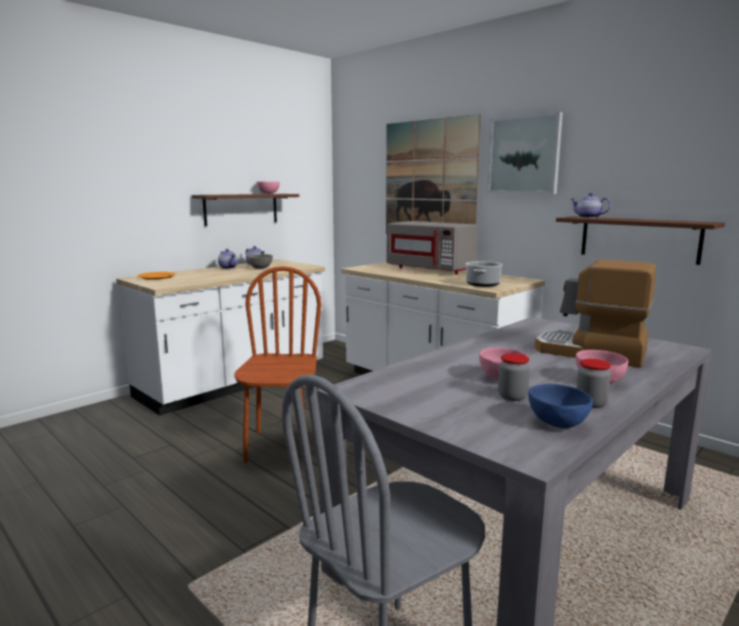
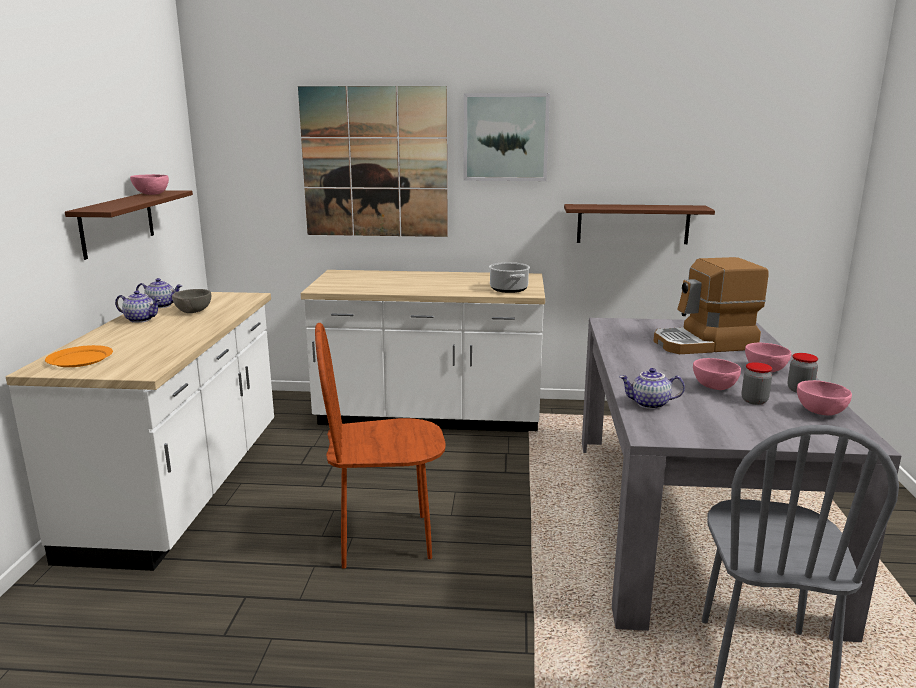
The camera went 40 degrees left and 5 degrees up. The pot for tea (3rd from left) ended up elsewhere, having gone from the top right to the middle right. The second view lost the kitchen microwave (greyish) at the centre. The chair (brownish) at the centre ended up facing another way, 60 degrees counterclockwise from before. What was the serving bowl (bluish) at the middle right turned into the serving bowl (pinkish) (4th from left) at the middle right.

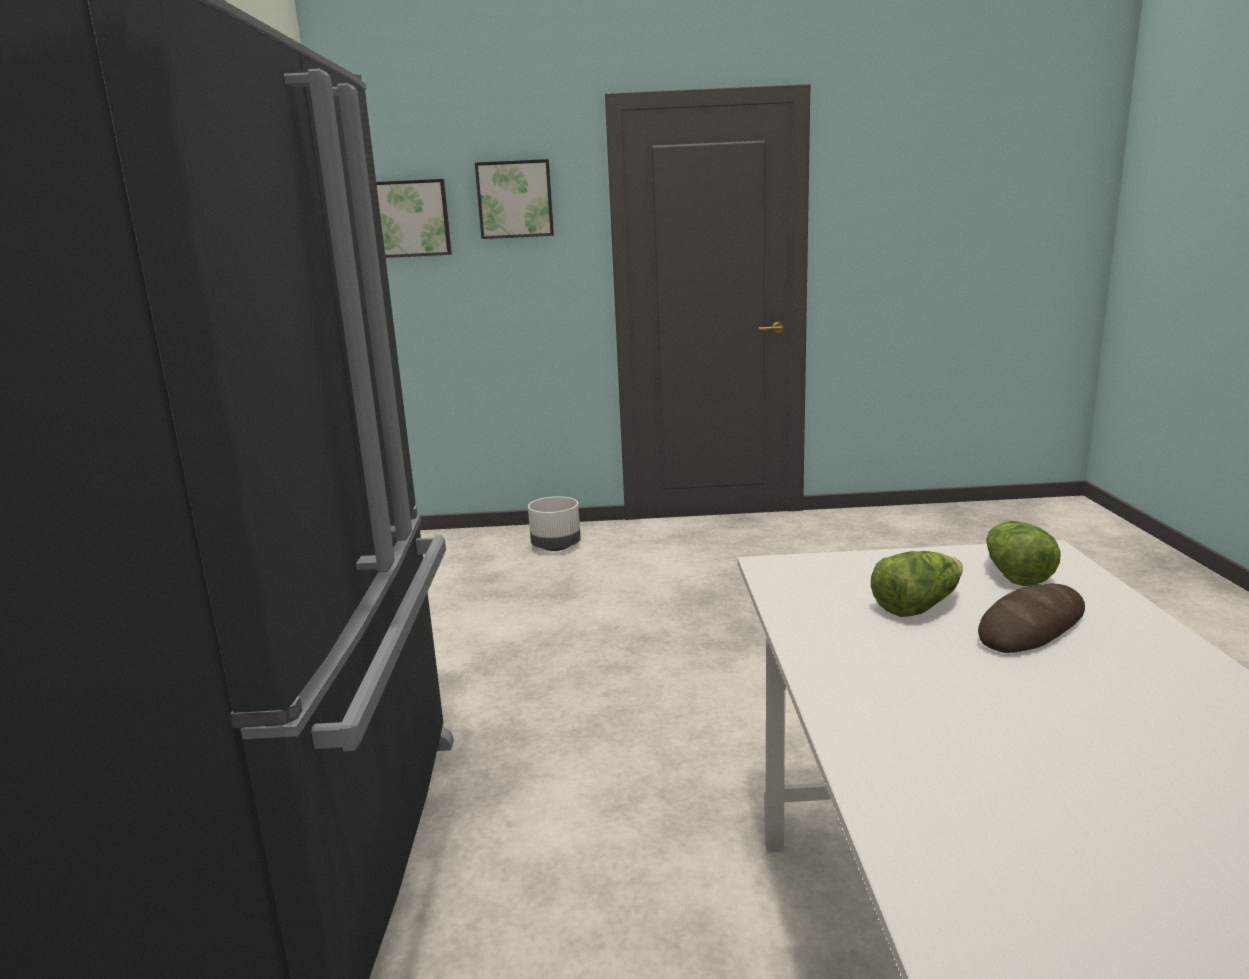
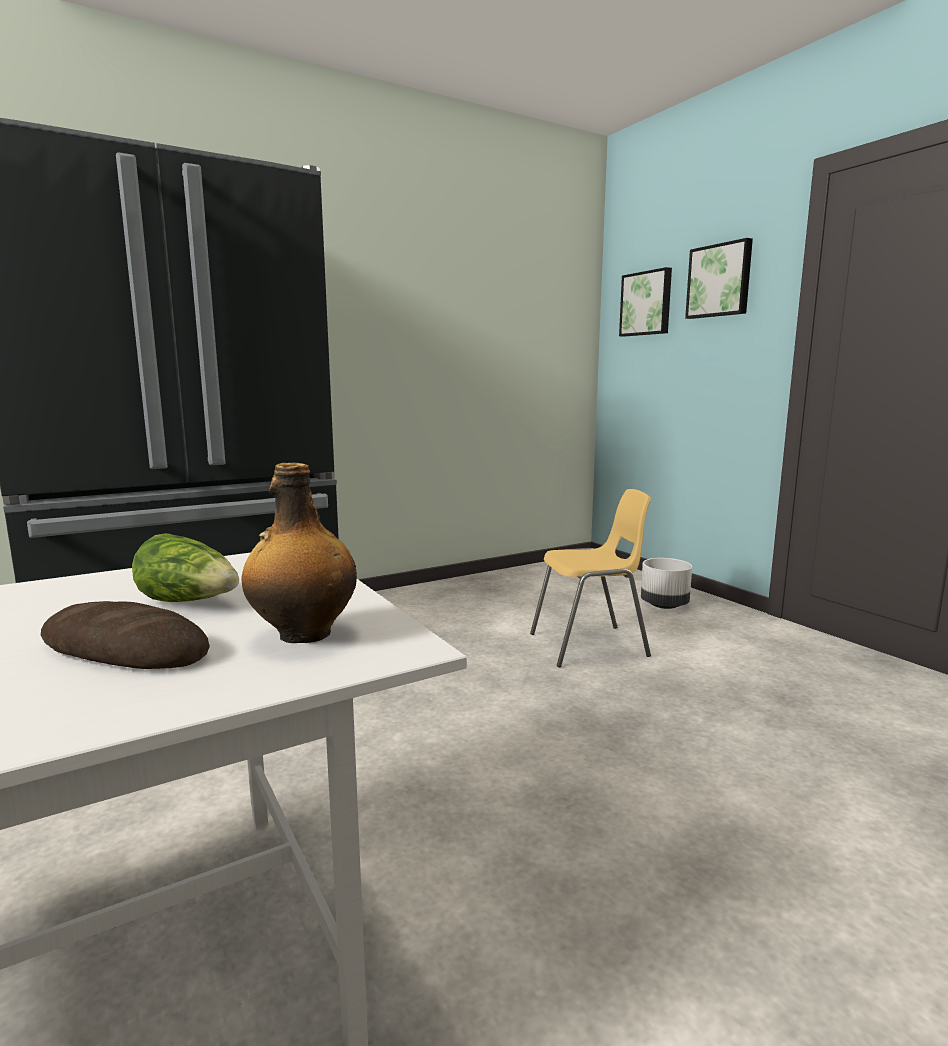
The camera went 60 degrees right and 5 degrees down. Where the lettuce (2nd from left) stood at the middle right, the bottle came to stand at the middle left. The second view gained the chair (yellow-coloured) at the centre.

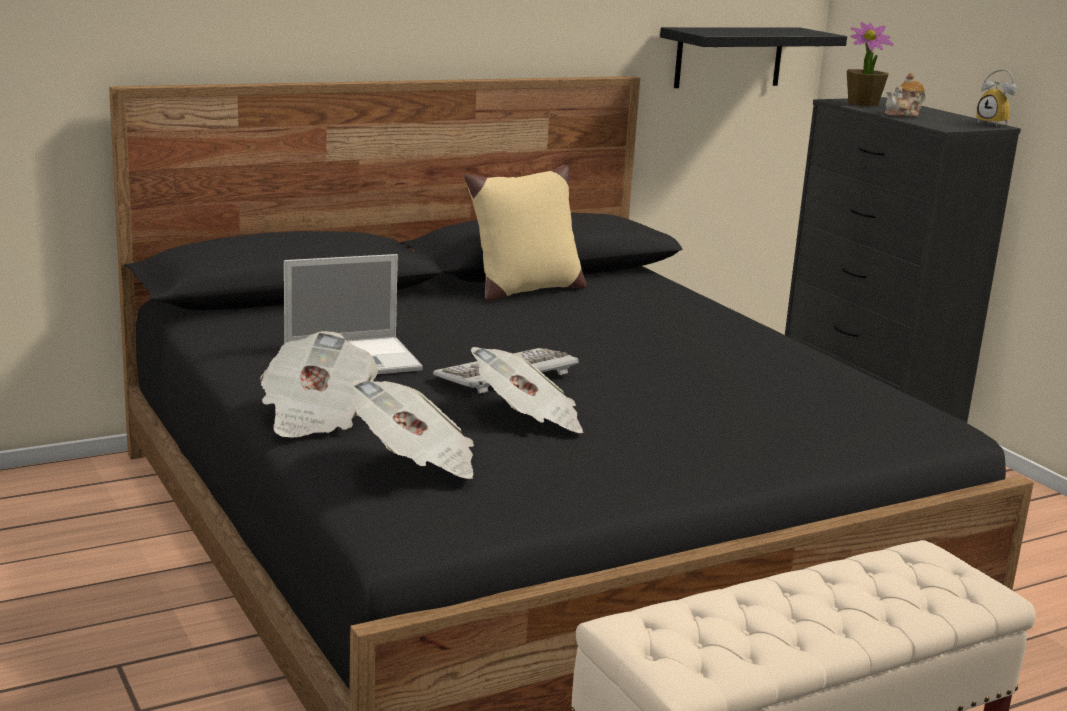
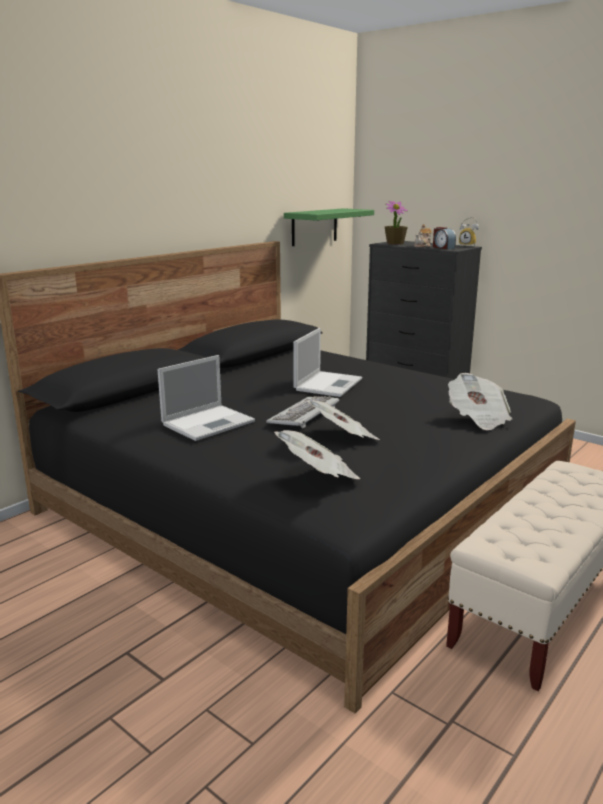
The camera went 20 degrees left and 0 degrees up. What was the shelf (black-coloured) at the top right turned into the shelf (greenish) at the top centre. The second view lost the pillow (sand-coloured) at the top centre. The printed paper (1st from left in the first image) ended up elsewhere, having gone from the middle left to the middle right. The second view gained the bedside clock (1st from left) at the top right. The second view gained the portable computer (2nd from left) at the centre.

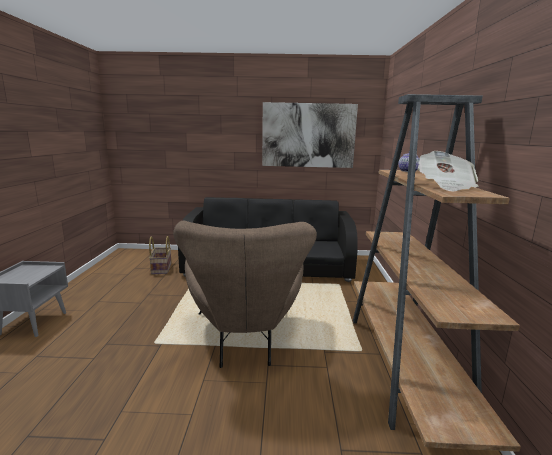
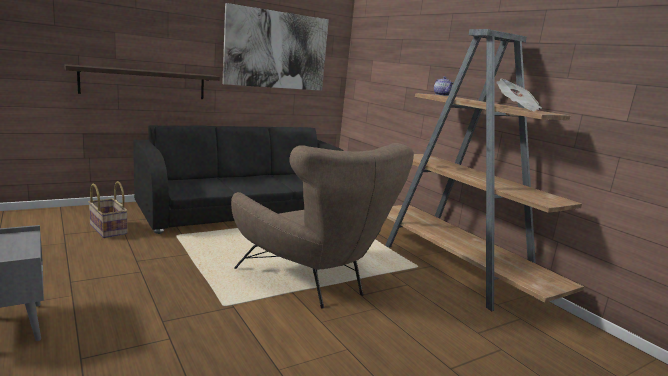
The camera went 35 degrees left and 0 degrees up. The second view gained the shelf at the top left.

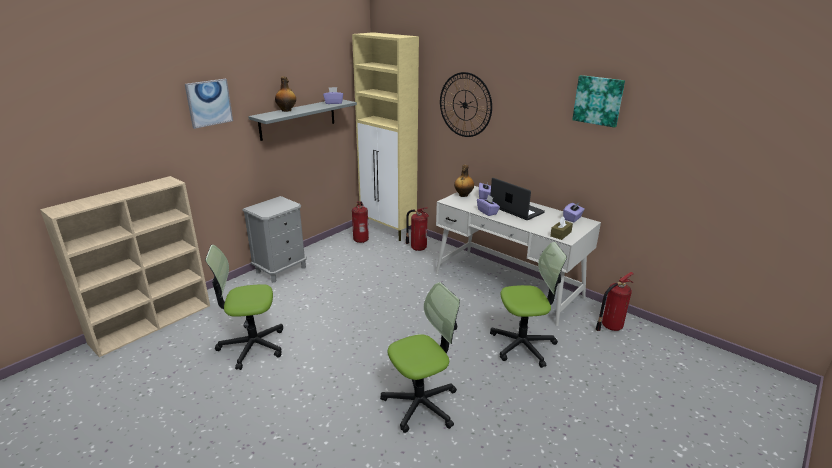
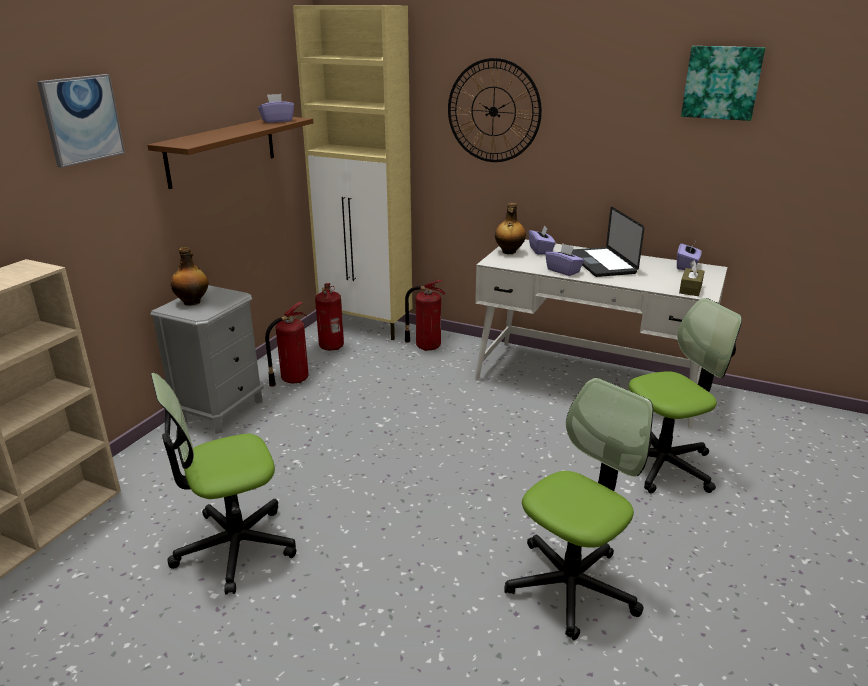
The camera went 15 degrees left and 0 degrees up. The bottle (1st from left) ended up elsewhere, having gone from the top centre to the middle left. What was the shelf (greyish) at the top centre turned into the shelf (brownish) at the top left. The portable computer at the centre ended up facing another way, 135 degrees counterclockwise from before. The extinguisher (3rd from left in the first image) ended up elsewhere, having gone from the middle right to the middle left.

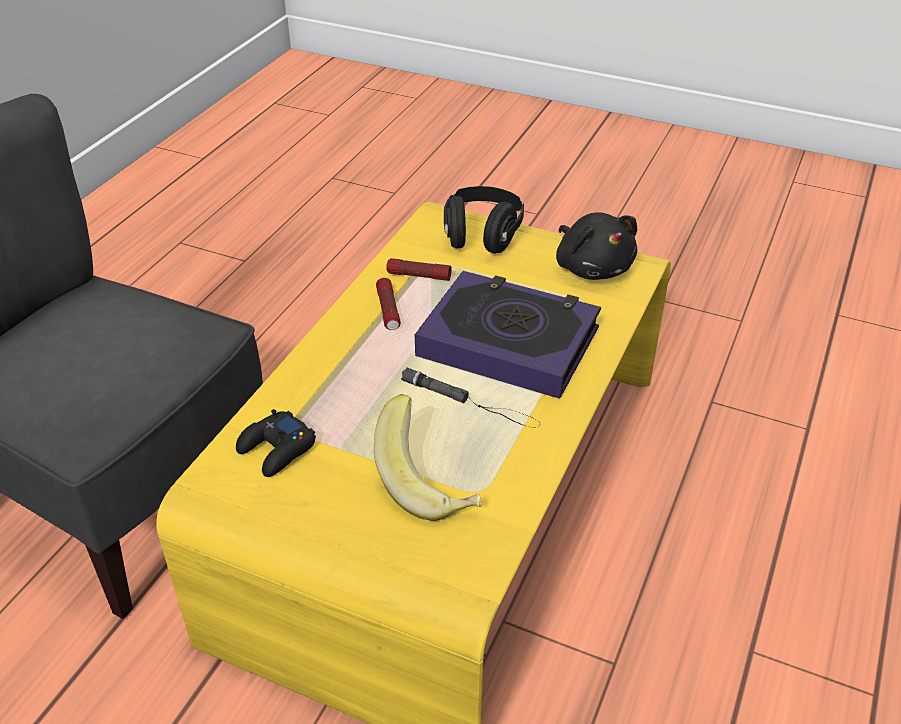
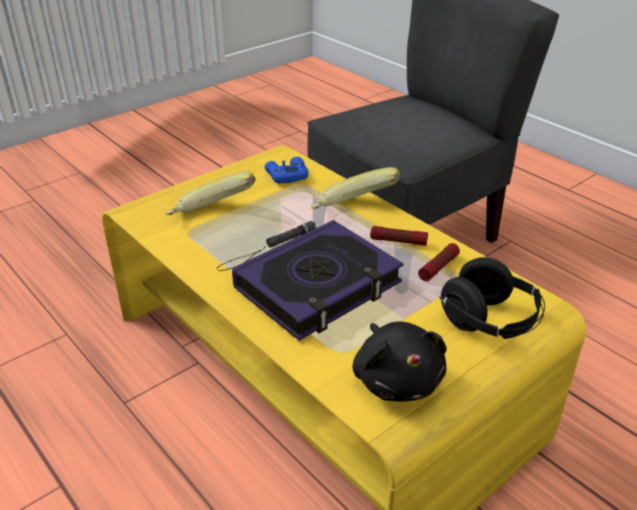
The camera went 115 degrees right and 5 degrees down. The soft toy (black-coloured) at the centre ended up facing another way, 105 degrees counterclockwise from before. What was the joypad (black-coloured) at the middle left turned into the joypad (bluish) at the centre. The second view gained the banana fruit (2nd from left) at the centre.

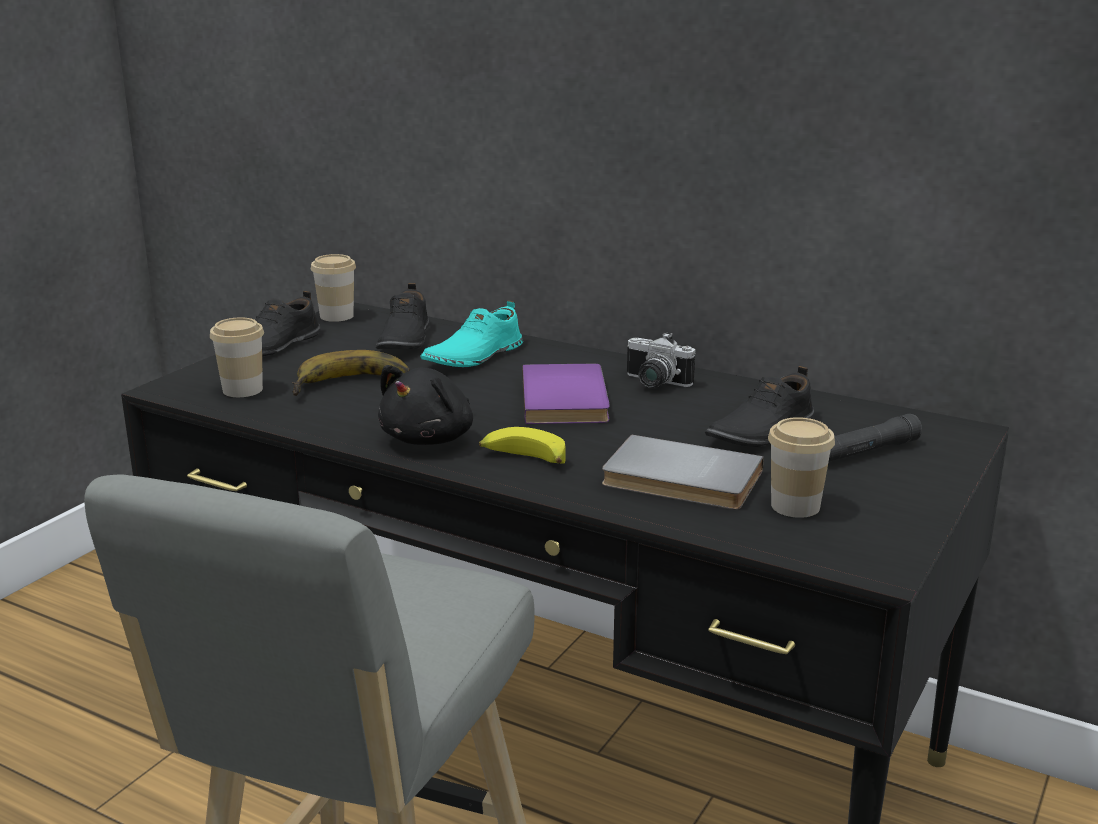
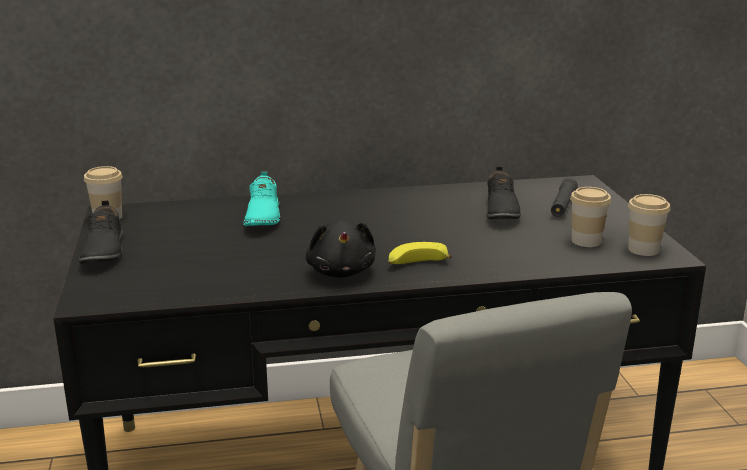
The camera went 40 degrees left and 0 degrees up. The second view lost the shoe (black-coloured) (2nd from left) at the centre. The small cup (1st from left in the first image) ended up elsewhere, having gone from the middle left to the middle right. The second view lost the still camera at the centre. The second view lost the banana fruit (1st from left) at the middle left. The second view lost the volume (purple-coloured) at the centre. The second view lost the volume (greyish) at the centre.

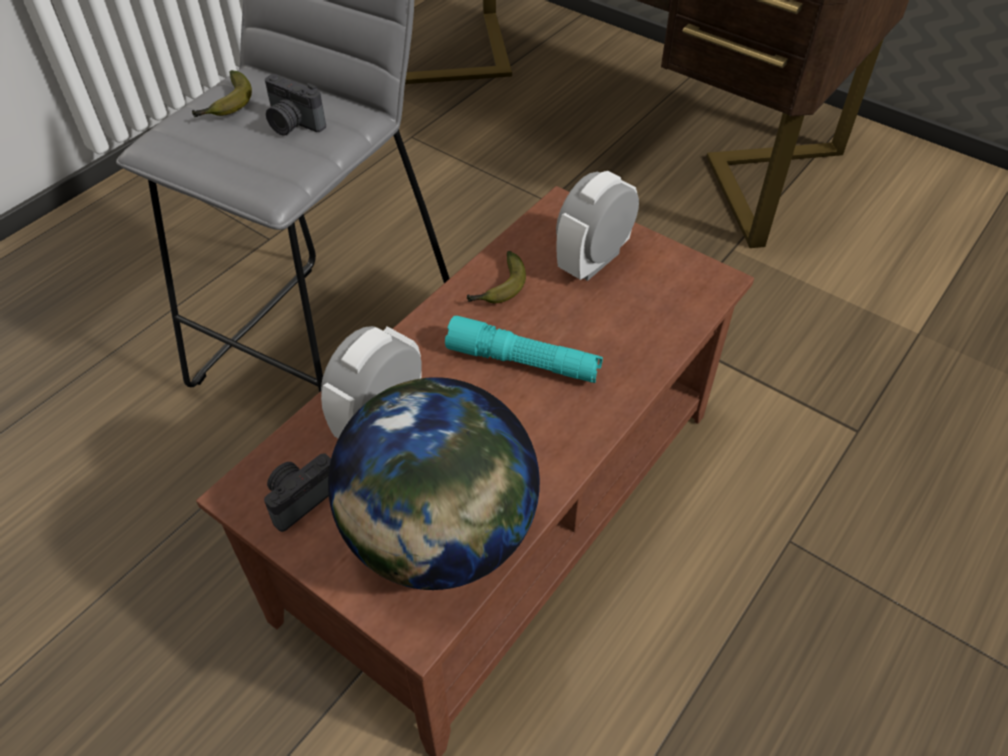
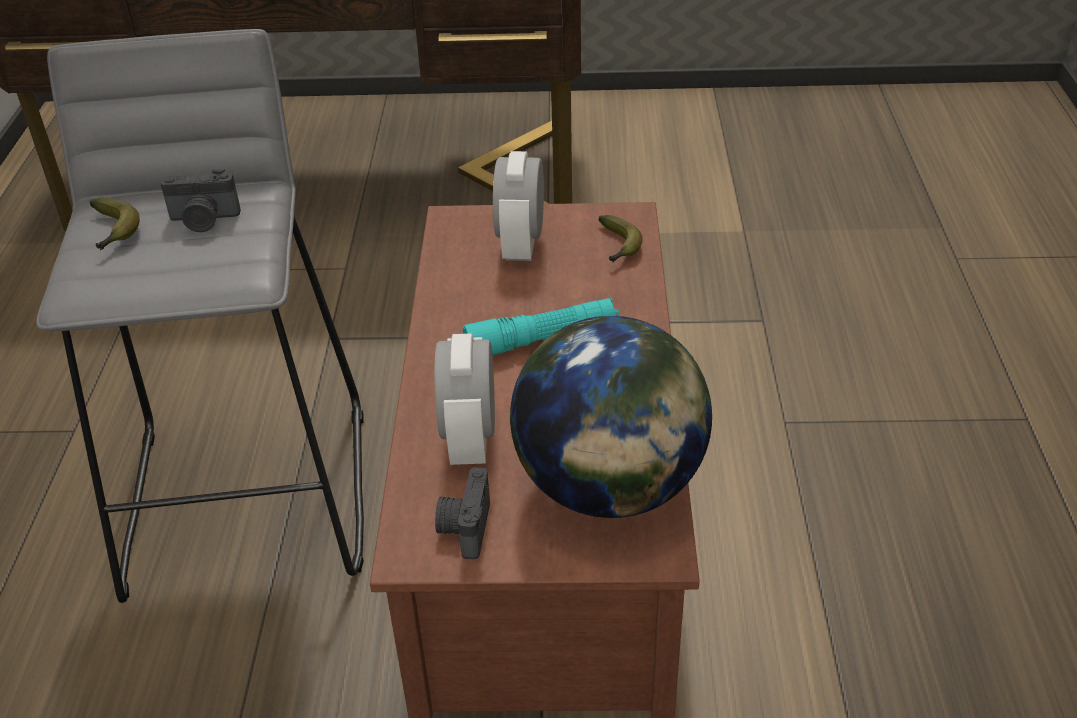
The camera went 35 degrees left and 10 degrees down. The banana fruit (2nd from left) ended up elsewhere, having gone from the centre to the top centre.

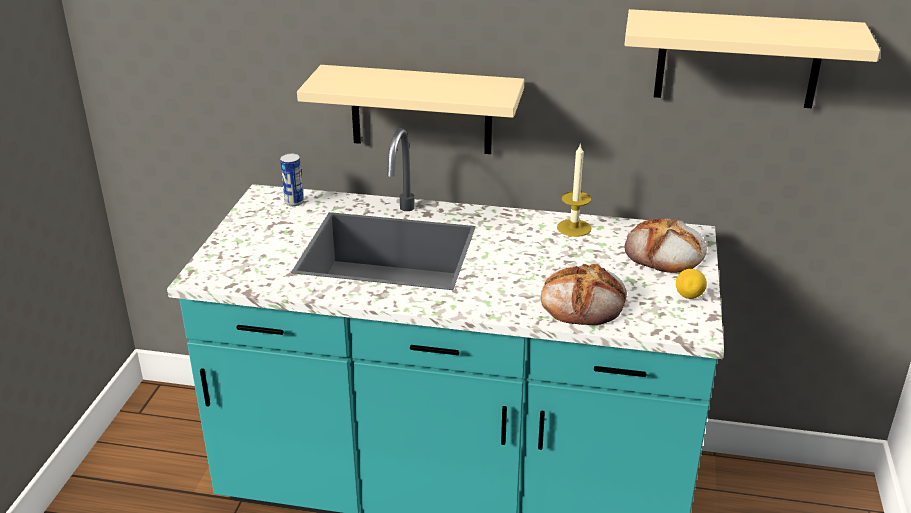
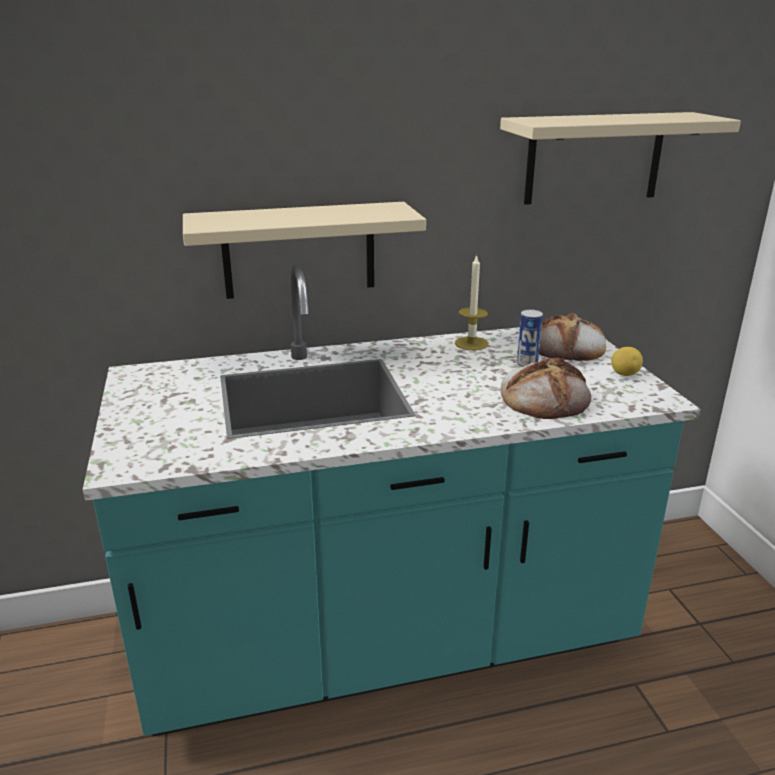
The camera went 25 degrees left and 5 degrees down. The sealed can ended up elsewhere, having gone from the middle left to the middle right.

